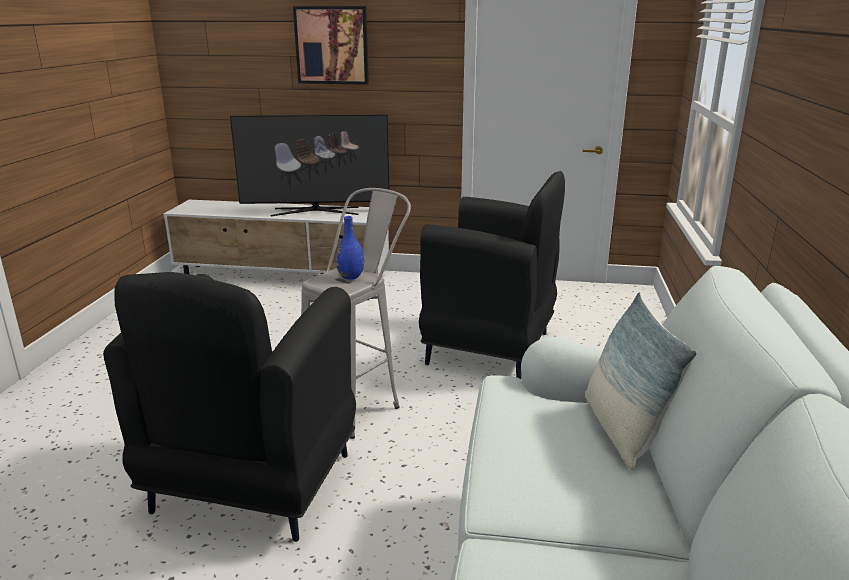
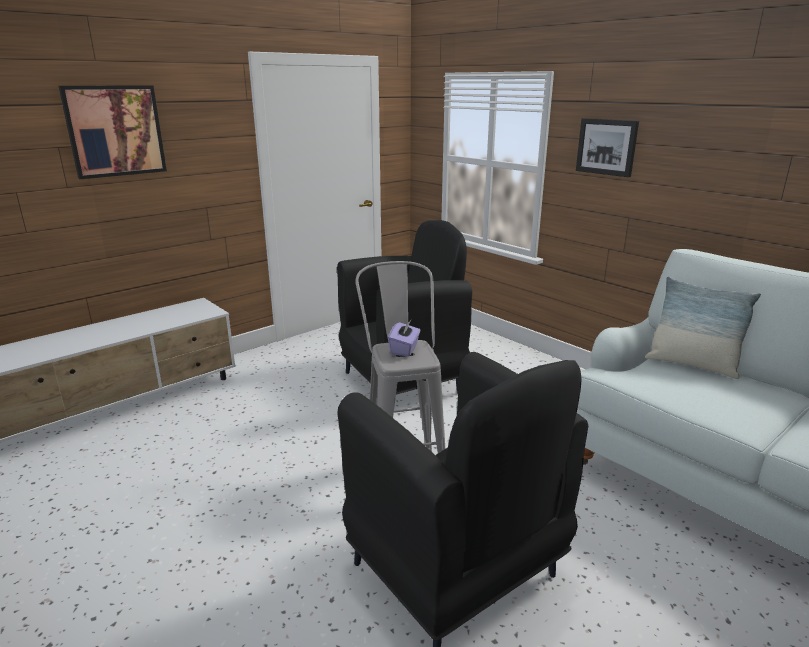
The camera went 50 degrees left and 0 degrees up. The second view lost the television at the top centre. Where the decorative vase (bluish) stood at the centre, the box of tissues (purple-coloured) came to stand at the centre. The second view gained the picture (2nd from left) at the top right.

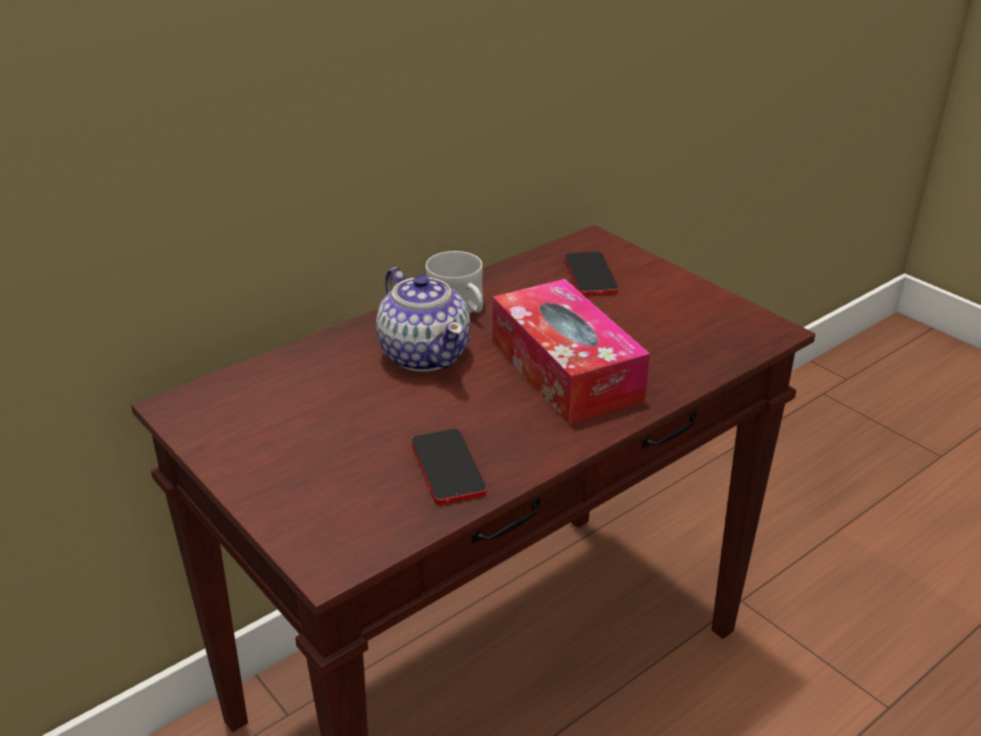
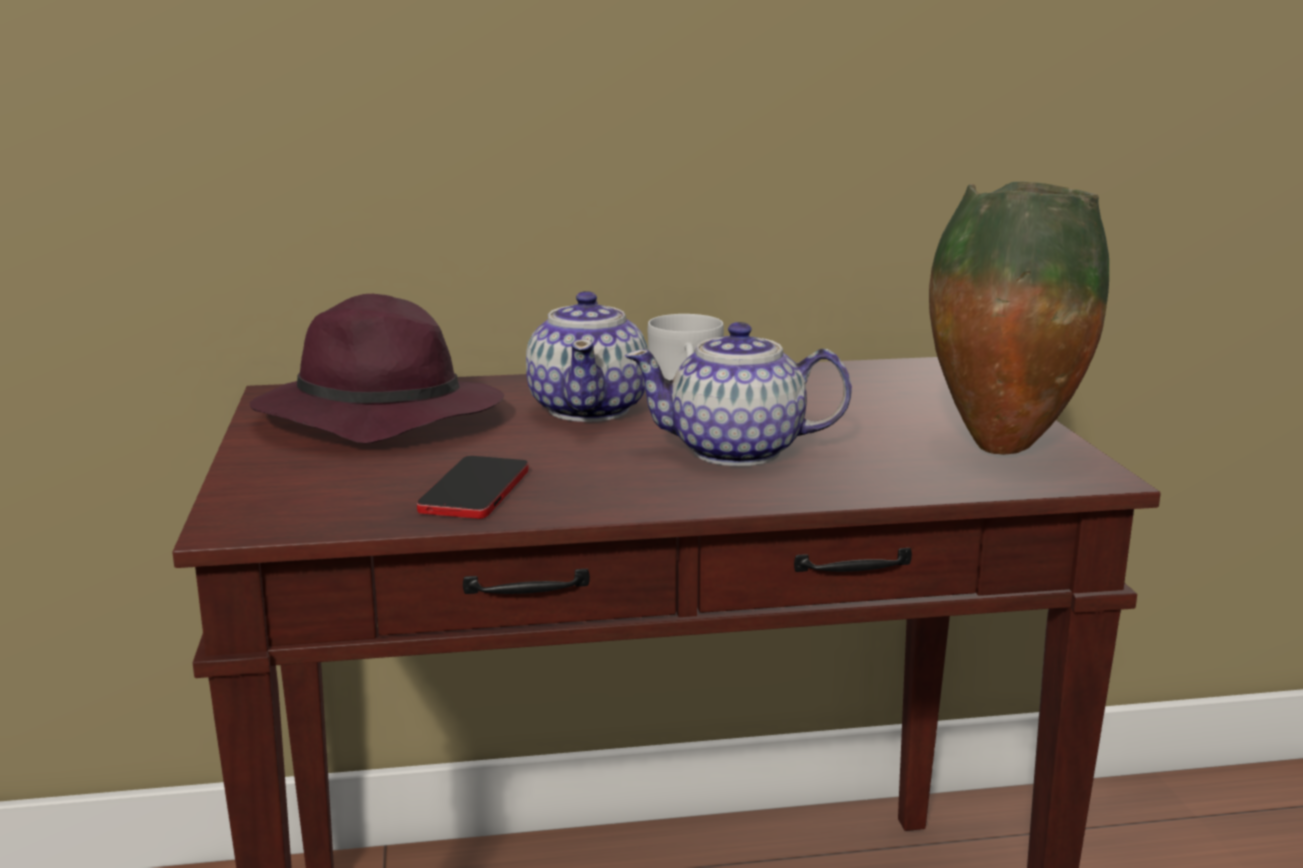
The camera went 30 degrees right and 15 degrees down. The second view lost the phone (2nd from left) at the centre. Where the box of tissues stood at the centre, the pot for tea (2nd from left) came to stand at the centre. The second view gained the decorative vase at the middle right. The second view gained the hat (purple-coloured) at the middle left.

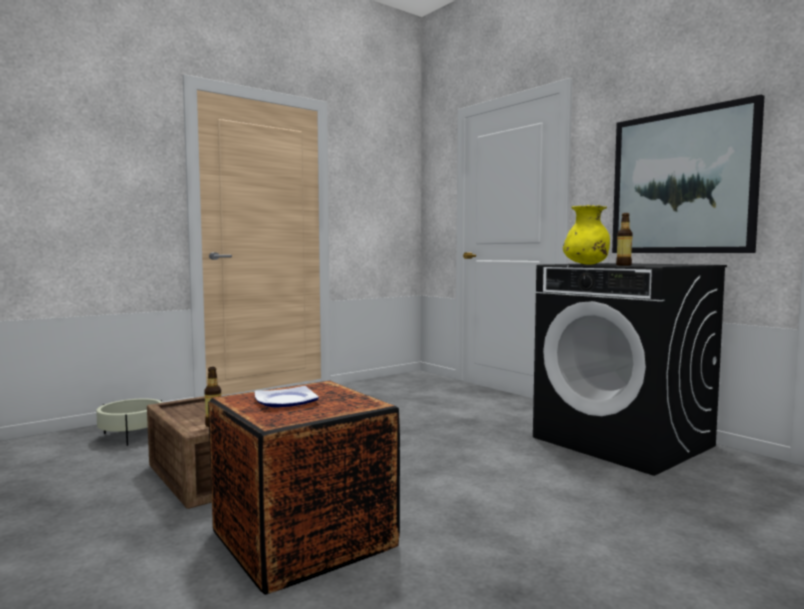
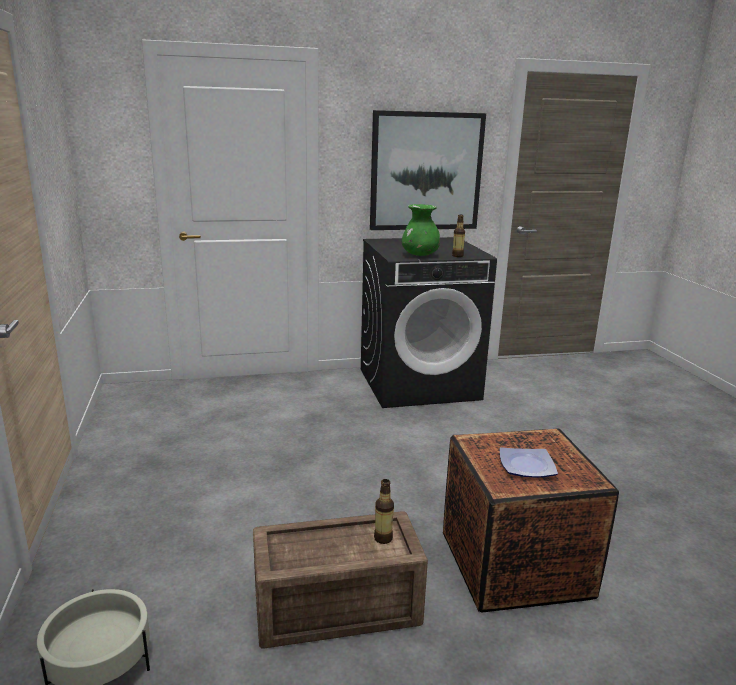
The camera went 65 degrees left and 15 degrees up. What was the decorative vase (yellow-coloured) at the middle right turned into the decorative vase (greenish) at the centre.

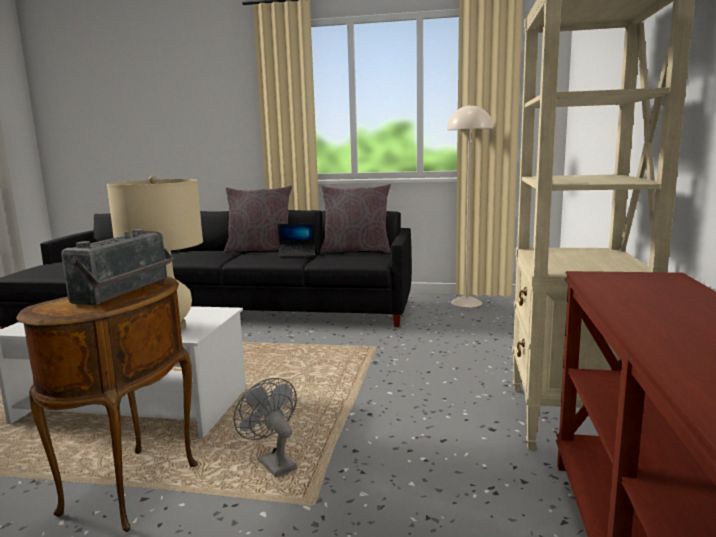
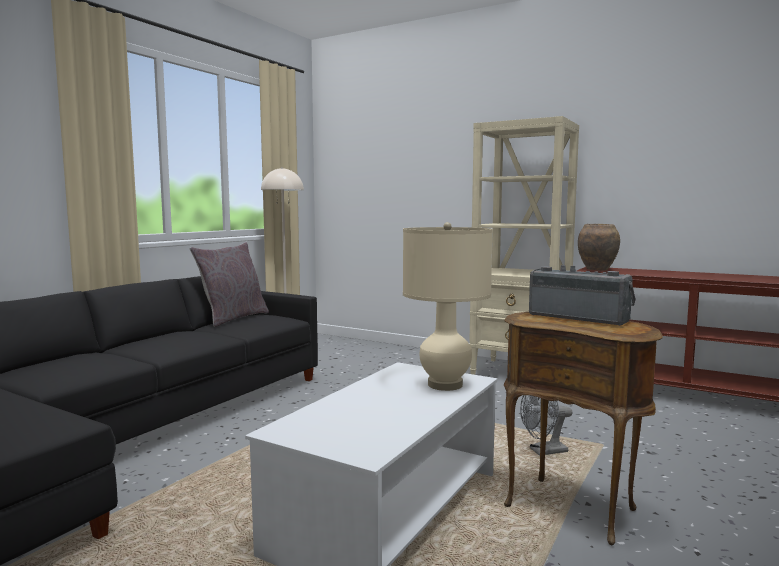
The camera went 70 degrees left and 5 degrees down. The second view lost the pillow (greyish) (1st from left) at the centre. The second view lost the portable computer at the centre. The second view gained the decorative vase (brownish) at the middle right.

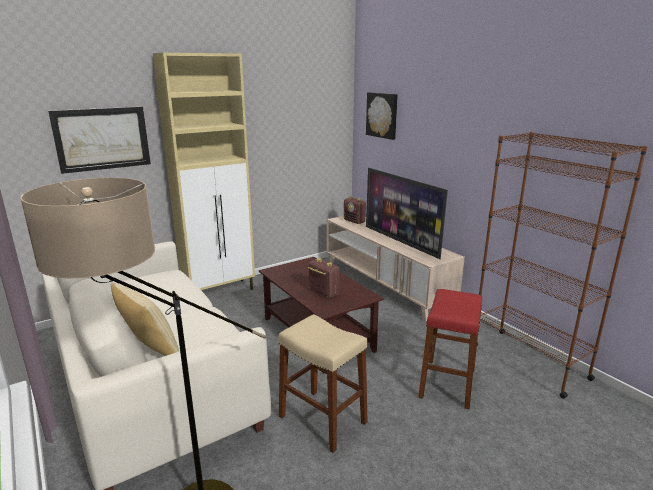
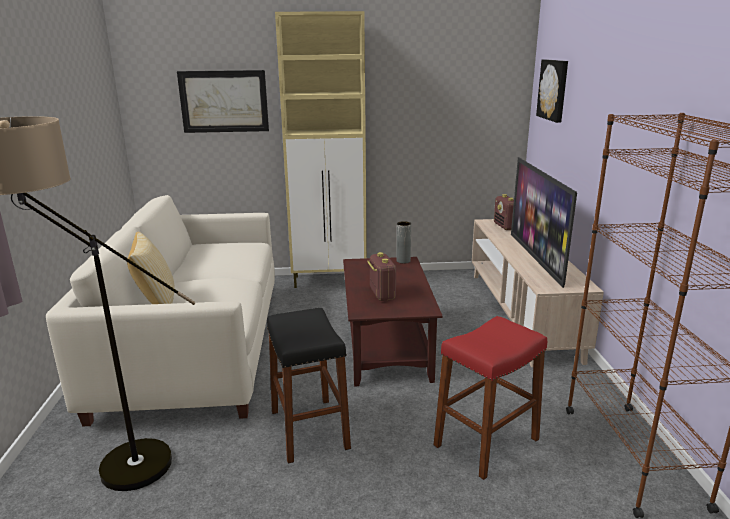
The camera went 30 degrees right and 0 degrees up. What was the stool (sand-coloured) at the bottom centre turned into the stool (black-coloured) at the bottom centre. The second view gained the decorative vase (greyish) at the centre.

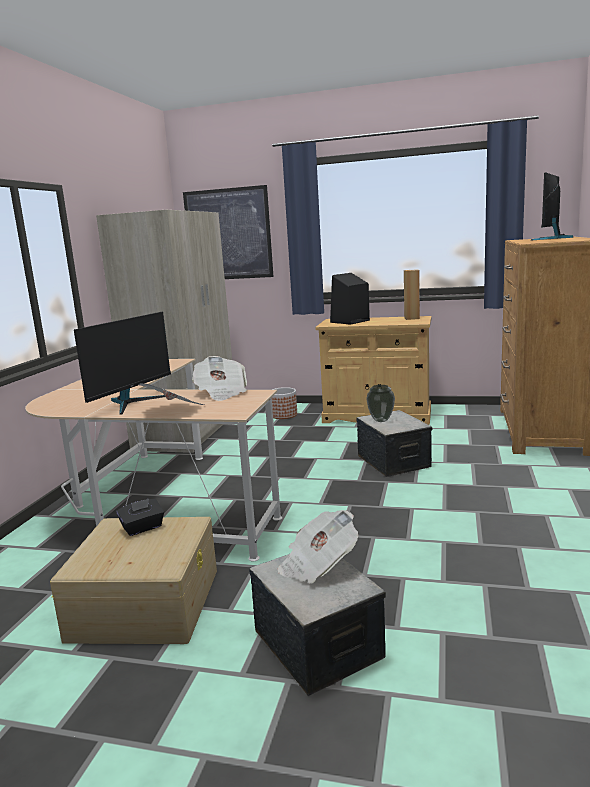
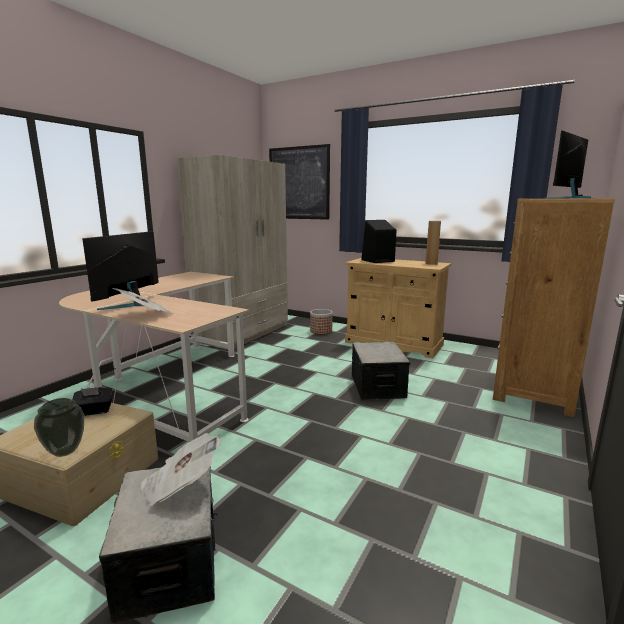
The camera went 15 degrees right and 0 degrees up. The computer display (1st from left) at the middle left ended up facing another way, 150 degrees clockwise from before. The second view lost the printed paper (2nd from left) at the centre. The decorative vase ended up elsewhere, having gone from the centre to the bottom left.

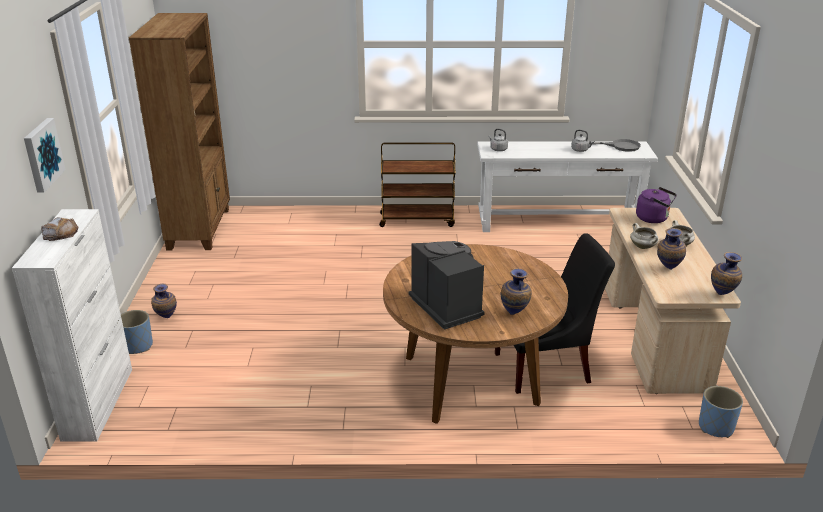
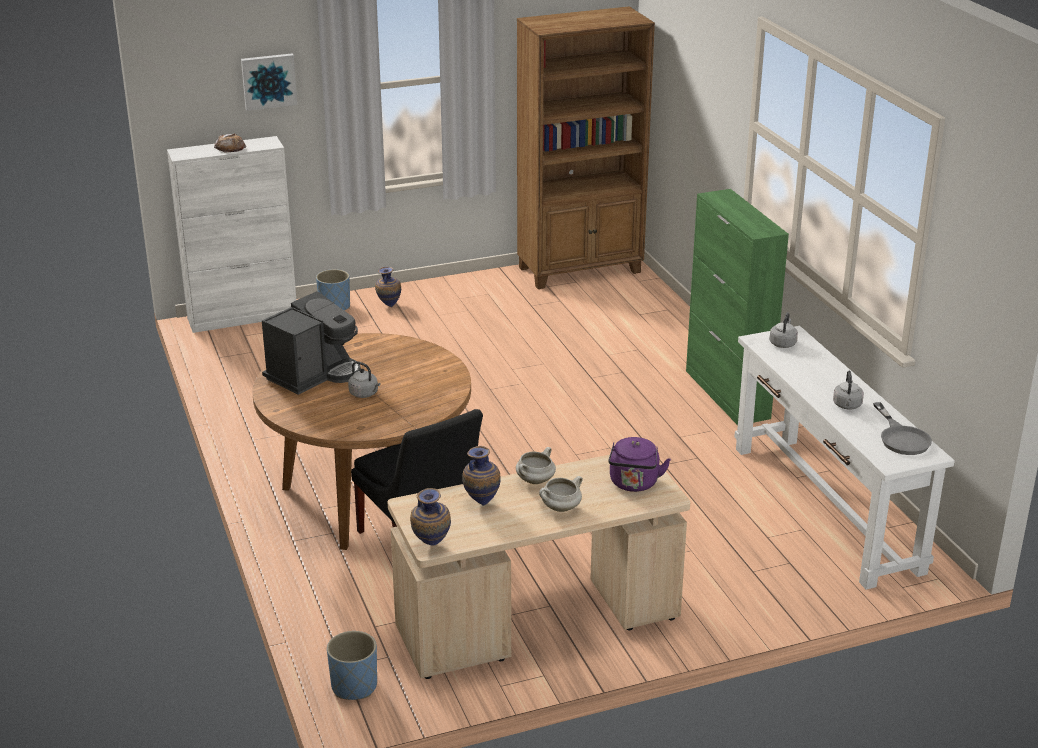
The camera went 70 degrees right and 0 degrees up. Where the wheeled cart (brownish) stood at the centre, the cabinet (greenish) came to stand at the middle right. The second view lost the decorative vase (2nd from left) at the centre. The second view gained the tea kettle (greyish) (1st from left) at the centre.

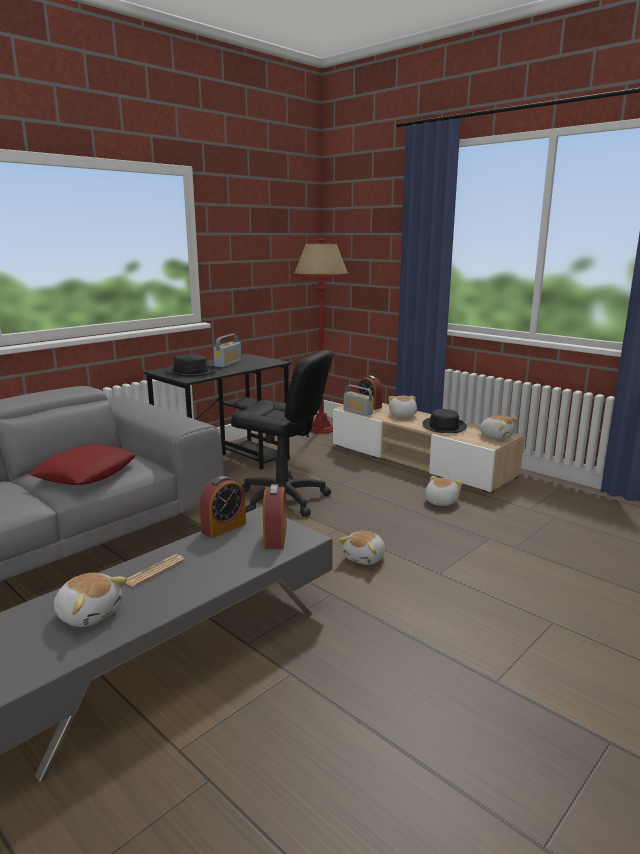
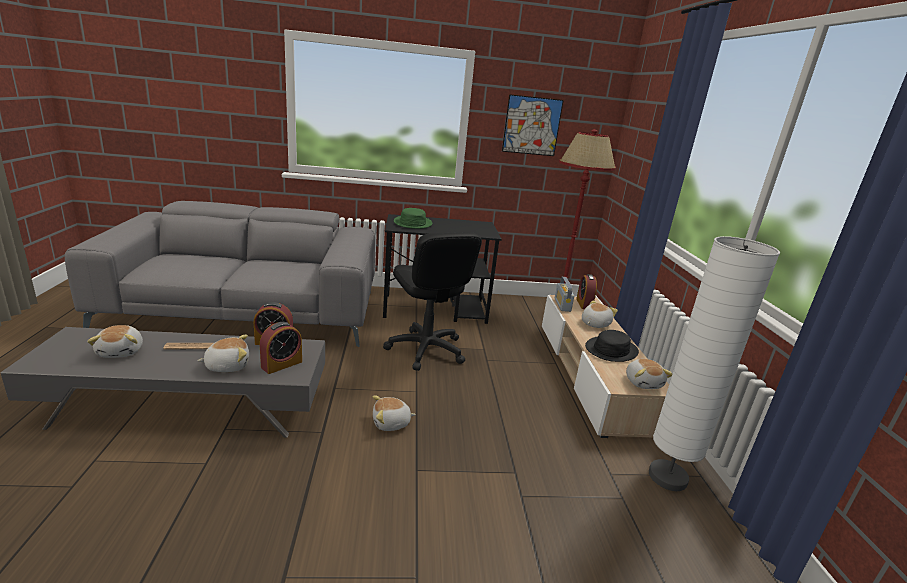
The camera went 40 degrees right and 5 degrees up. The second view lost the radio receiver (1st from left) at the centre. What was the hat (black-coloured) (1st from left) at the middle left turned into the hat (greenish) at the centre. The second view lost the pillow (reddish) at the middle left. The soft toy (4th from left in the first image) ended up elsewhere, having gone from the middle right to the middle left. The second view gained the picture at the top centre. The second view gained the floor lamp (white) at the middle right.

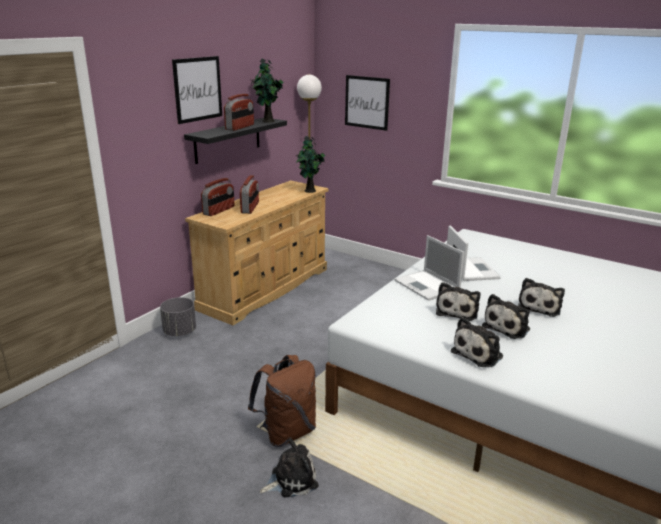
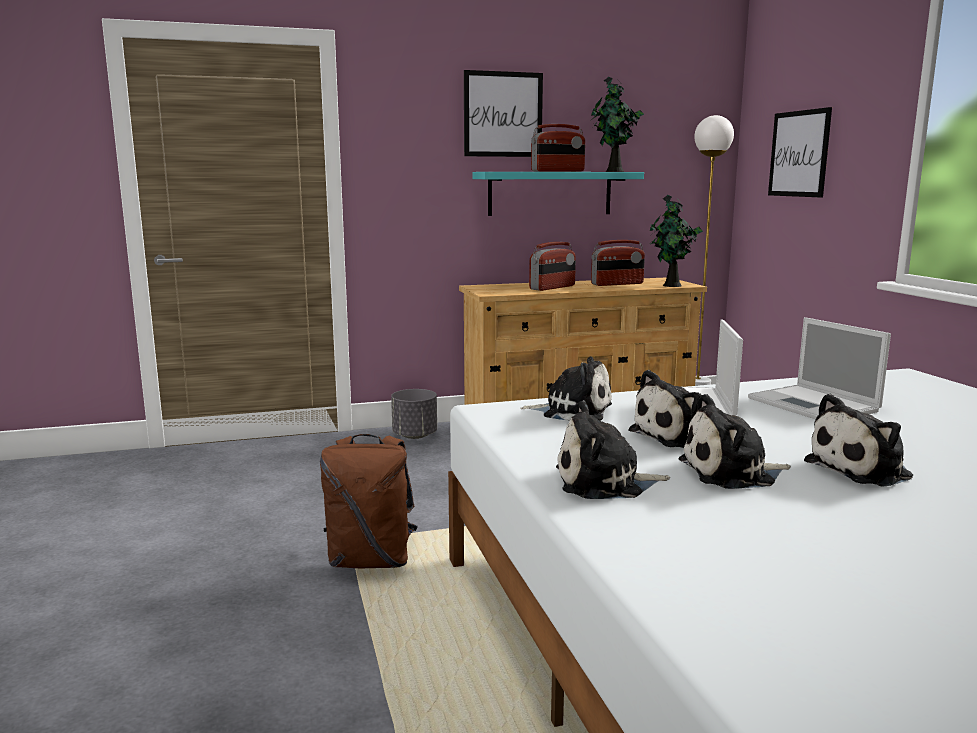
The camera went 40 degrees right and 10 degrees down. What was the shelf (black-coloured) at the top centre turned into the shelf (blue-green) at the top centre. The radio receiver (1st from left in the first image) ended up elsewhere, having gone from the middle left to the centre. The portable computer (2nd from left) at the middle right ended up facing another way, 120 degrees clockwise from before. The soft toy (1st from left) ended up elsewhere, having gone from the bottom centre to the centre.

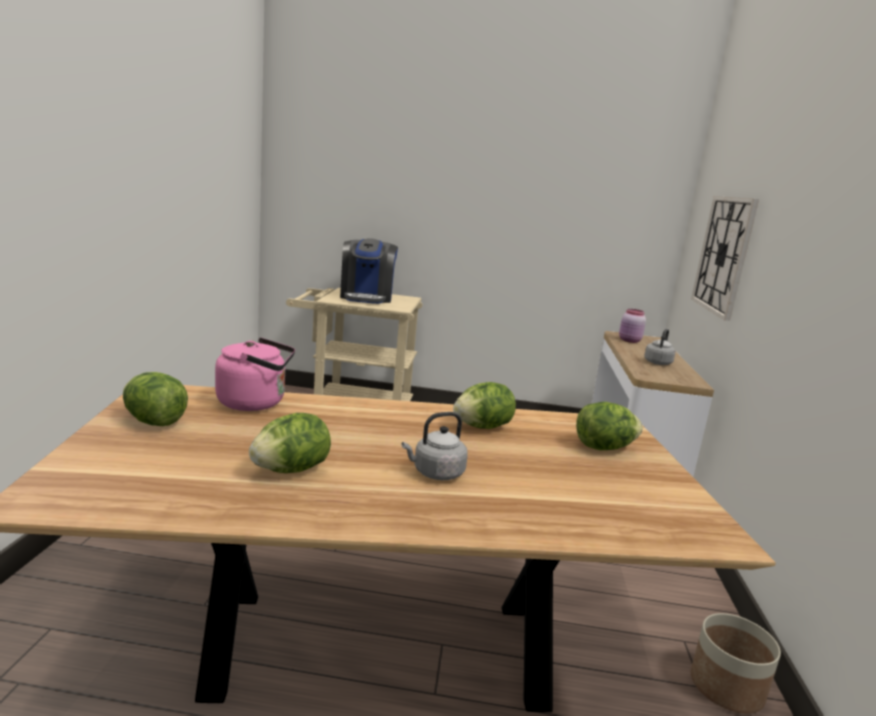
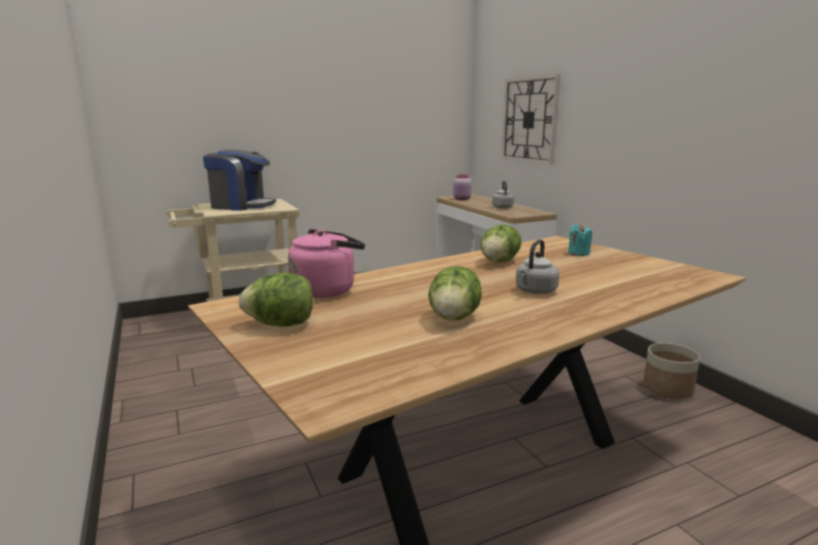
The camera went 30 degrees left and 0 degrees up. The coffee brewer at the centre ended up facing another way, 45 degrees counterclockwise from before. Where the lettuce (4th from left) stood at the middle right, the candle (blue-green) came to stand at the middle right.

